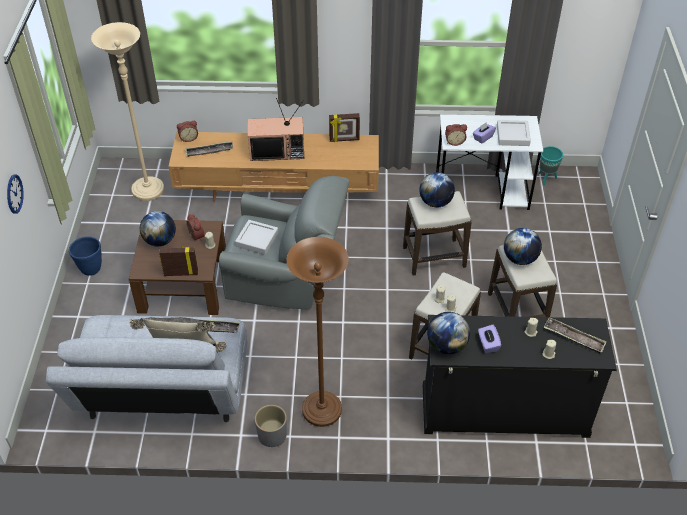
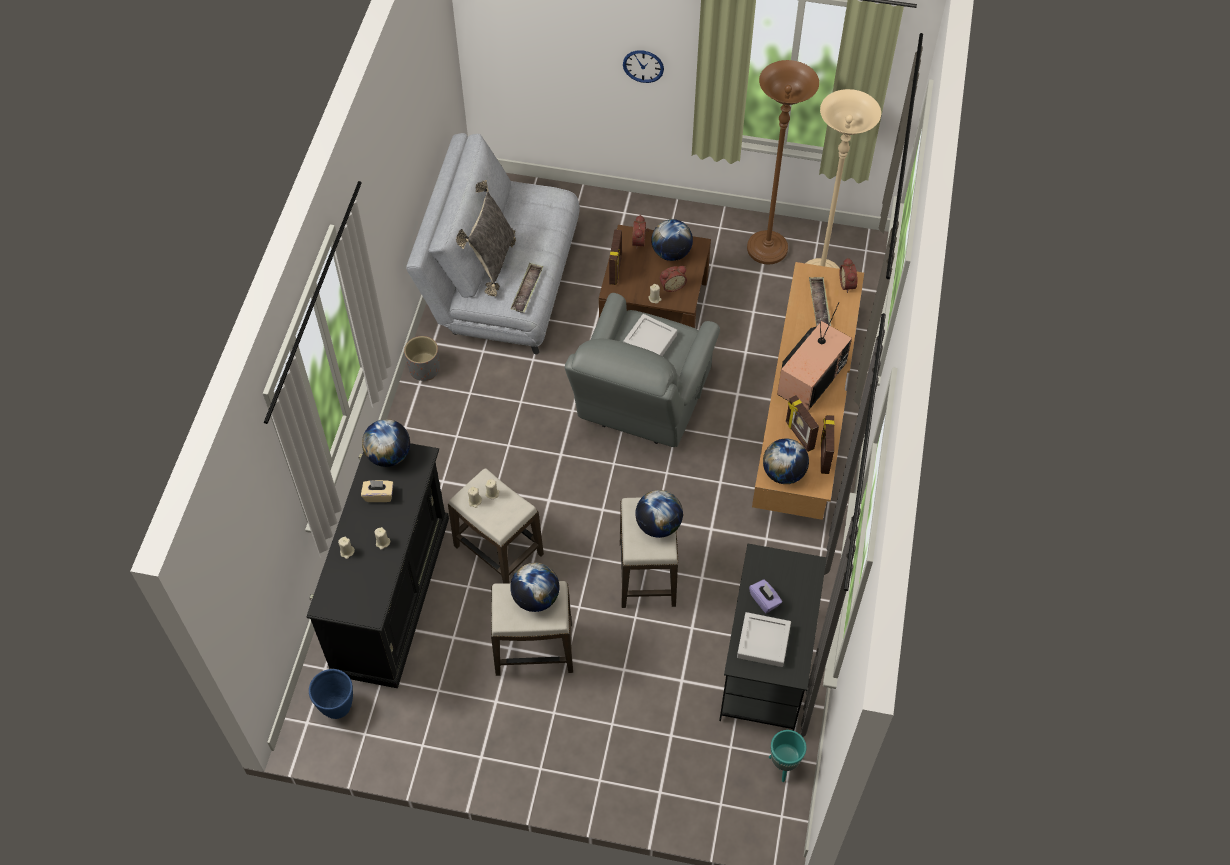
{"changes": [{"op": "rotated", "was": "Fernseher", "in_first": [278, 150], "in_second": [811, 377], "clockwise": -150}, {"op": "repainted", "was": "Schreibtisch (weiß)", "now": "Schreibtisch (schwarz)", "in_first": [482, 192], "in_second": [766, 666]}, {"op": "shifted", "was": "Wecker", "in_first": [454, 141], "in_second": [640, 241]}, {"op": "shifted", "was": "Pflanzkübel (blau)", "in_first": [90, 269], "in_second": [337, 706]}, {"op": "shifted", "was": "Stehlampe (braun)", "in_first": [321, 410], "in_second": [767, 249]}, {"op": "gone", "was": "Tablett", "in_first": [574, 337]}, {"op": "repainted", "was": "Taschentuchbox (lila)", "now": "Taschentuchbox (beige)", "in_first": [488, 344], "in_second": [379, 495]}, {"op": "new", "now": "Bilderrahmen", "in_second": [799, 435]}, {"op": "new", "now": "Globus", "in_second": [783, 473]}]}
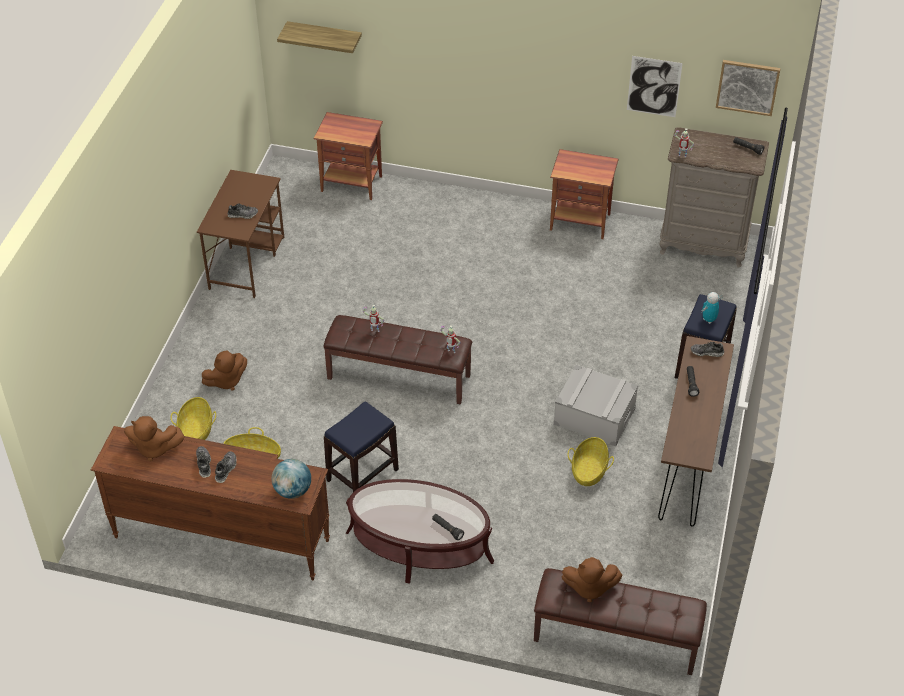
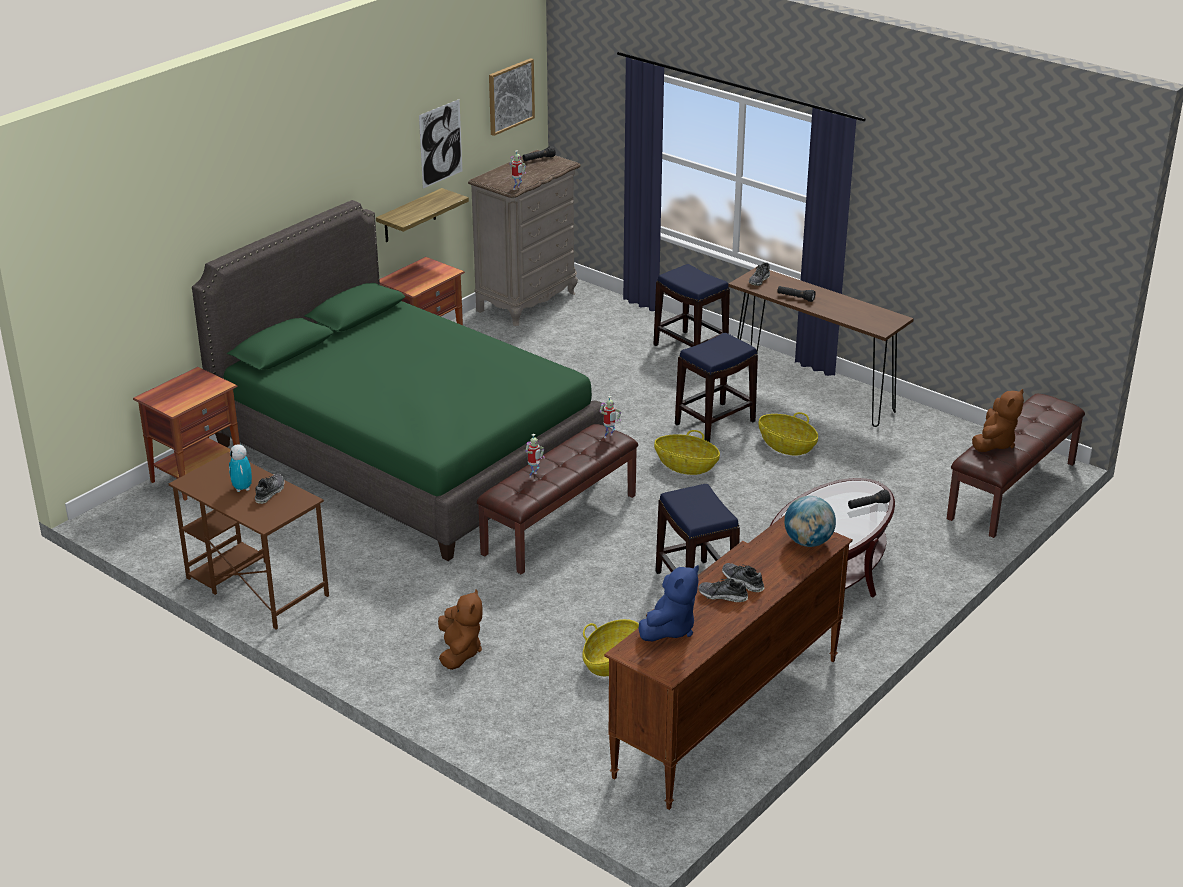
{"changes": [{"op": "shifted", "was": "Wandregal", "in_first": [324, 37], "in_second": [410, 216]}, {"op": "shifted", "was": "Spielzeugroboter", "in_first": [709, 320], "in_second": [242, 488]}, {"op": "swapped", "was": "Aufbewahrungsbox (grau)", "now": "Hocker", "in_first": [594, 416], "in_second": [715, 423]}, {"op": "shifted", "was": "Korb", "in_first": [196, 430], "in_second": [686, 466]}, {"op": "repainted", "was": "Plüschtier (braun)", "now": "Plüschtier (blau)", "in_first": [154, 448], "in_second": [670, 628]}, {"op": "new", "now": "Bett (grün)", "in_second": [407, 454]}]}
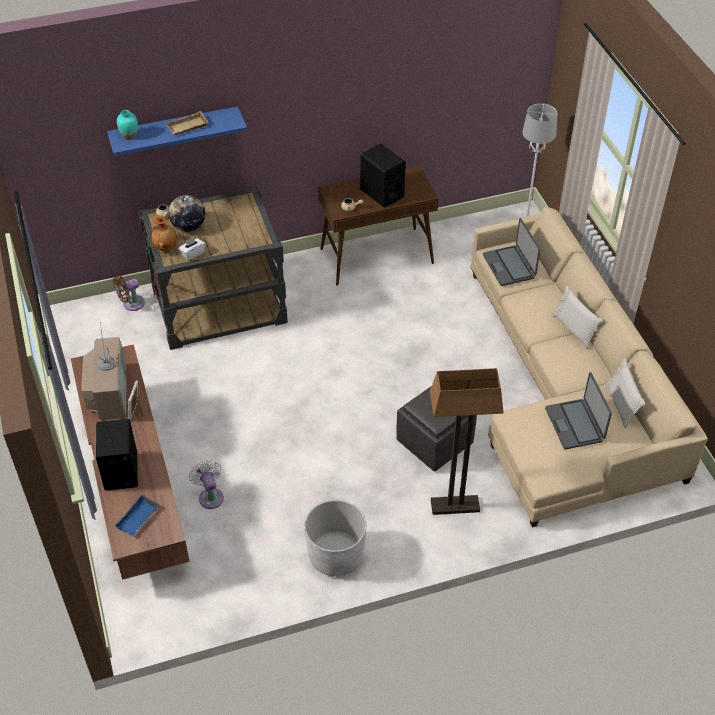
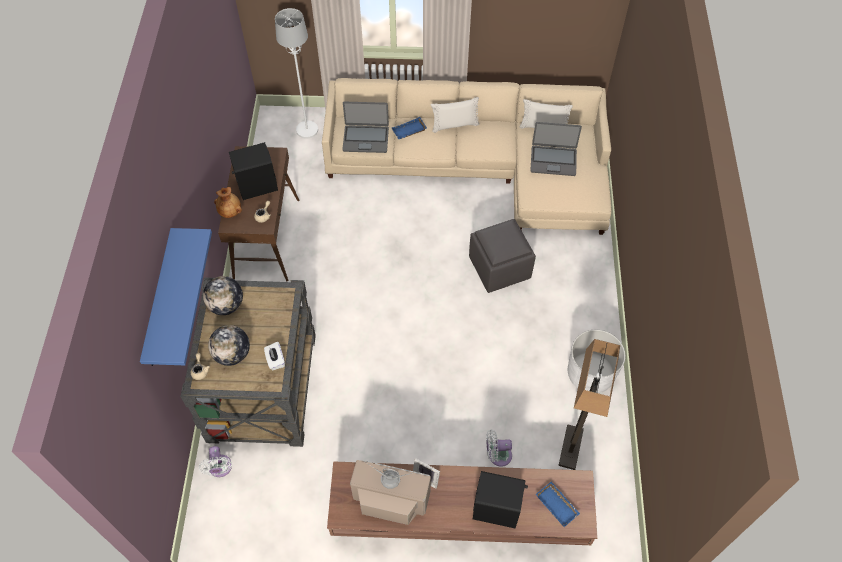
{"changes": [{"op": "gone", "was": "Vase (türkis)", "in_first": [129, 136]}, {"op": "gone", "was": "Tablett (beige)", "in_first": [187, 127]}, {"op": "shifted", "was": "Vase (braun)", "in_first": [166, 246], "in_second": [230, 211]}, {"op": "repainted", "was": "Ventilator (braun)", "now": "Ventilator (weiß)", "in_first": [131, 304], "in_second": [220, 469]}, {"op": "shifted", "was": "Stehlampe", "in_first": [455, 505], "in_second": [570, 447]}, {"op": "new", "now": "Tablett (blau)", "in_second": [409, 131]}, {"op": "new", "now": "Globus", "in_second": [226, 305]}]}
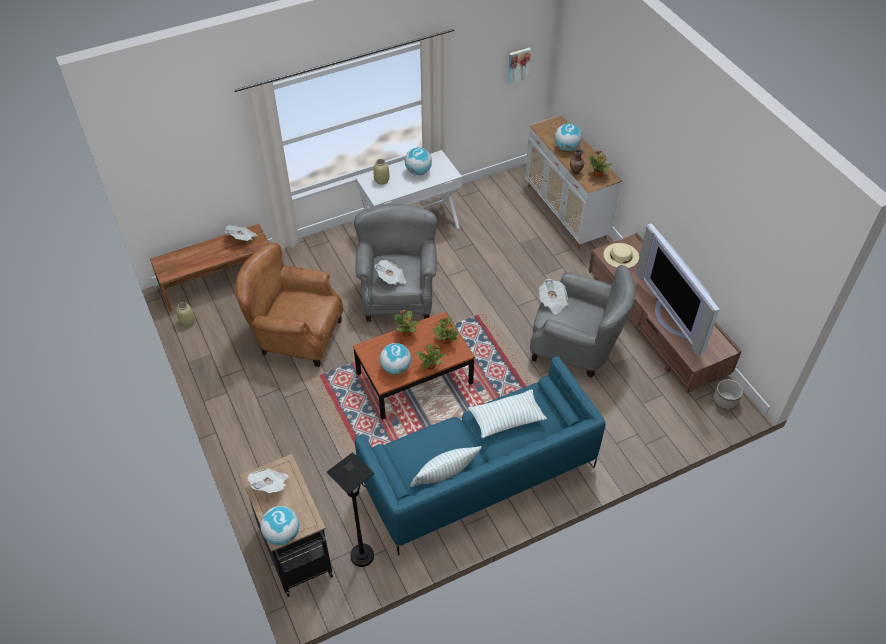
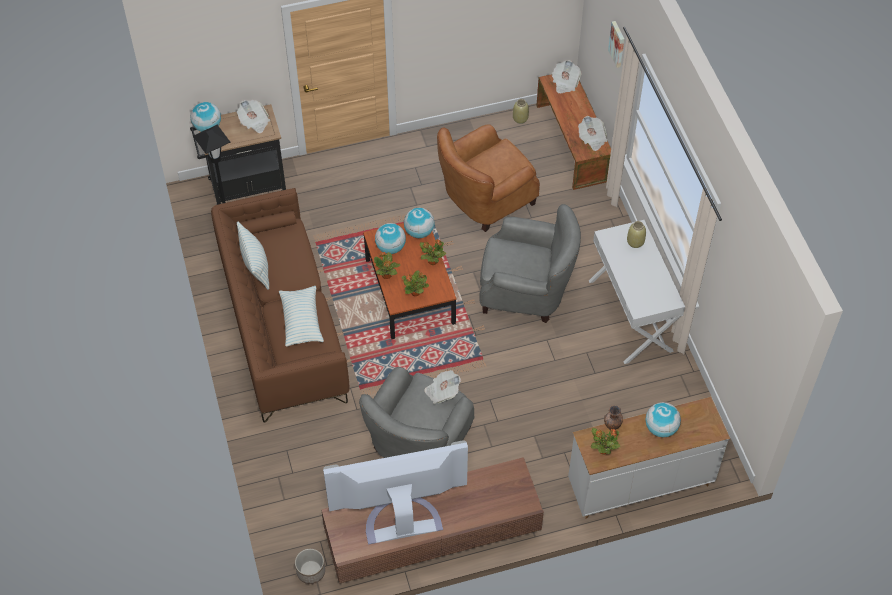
{"changes": [{"op": "shifted", "was": "Bild", "in_first": [518, 65], "in_second": [618, 44]}, {"op": "shifted", "was": "Globus", "in_first": [418, 171], "in_second": [419, 232]}, {"op": "rotated", "was": "Sessel (braun)", "in_first": [295, 335], "in_second": [485, 200], "clockwise": -150}, {"op": "gone", "was": "Hut (beige)", "in_first": [621, 255]}, {"op": "shifted", "was": "Zeitung", "in_first": [391, 279], "in_second": [565, 83]}, {"op": "repainted", "was": "Sofa (blau)", "now": "Sofa (braun)", "in_first": [478, 476], "in_second": [282, 325]}]}
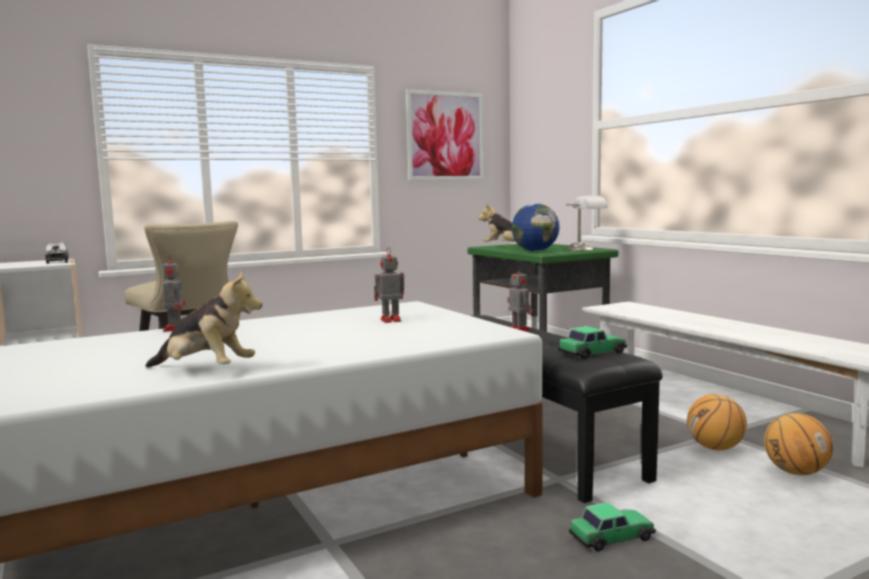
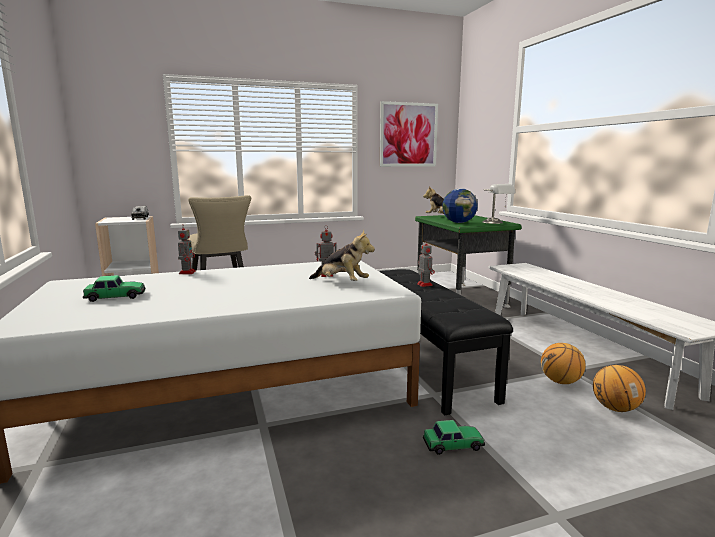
{"changes": [{"op": "shifted", "was": "Plüschtier", "in_first": [205, 370], "in_second": [341, 283]}, {"op": "shifted", "was": "Spielzeugauto", "in_first": [593, 353], "in_second": [116, 296]}]}
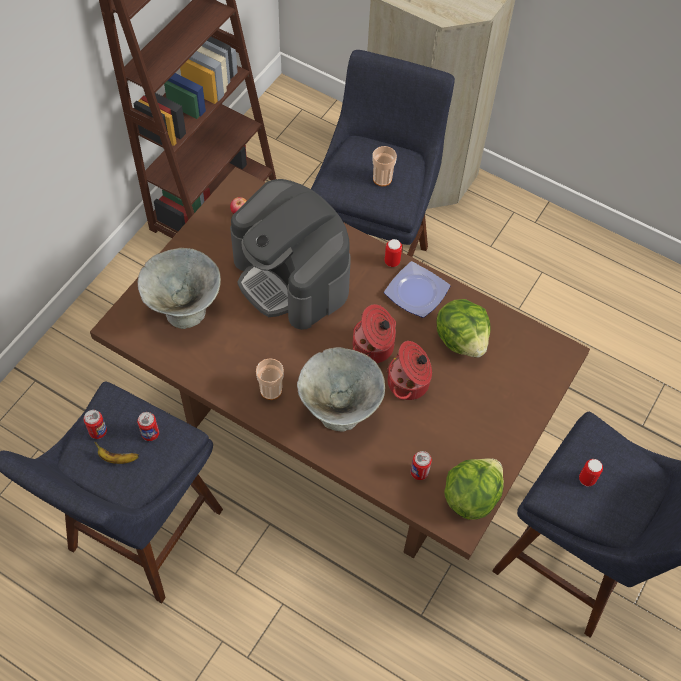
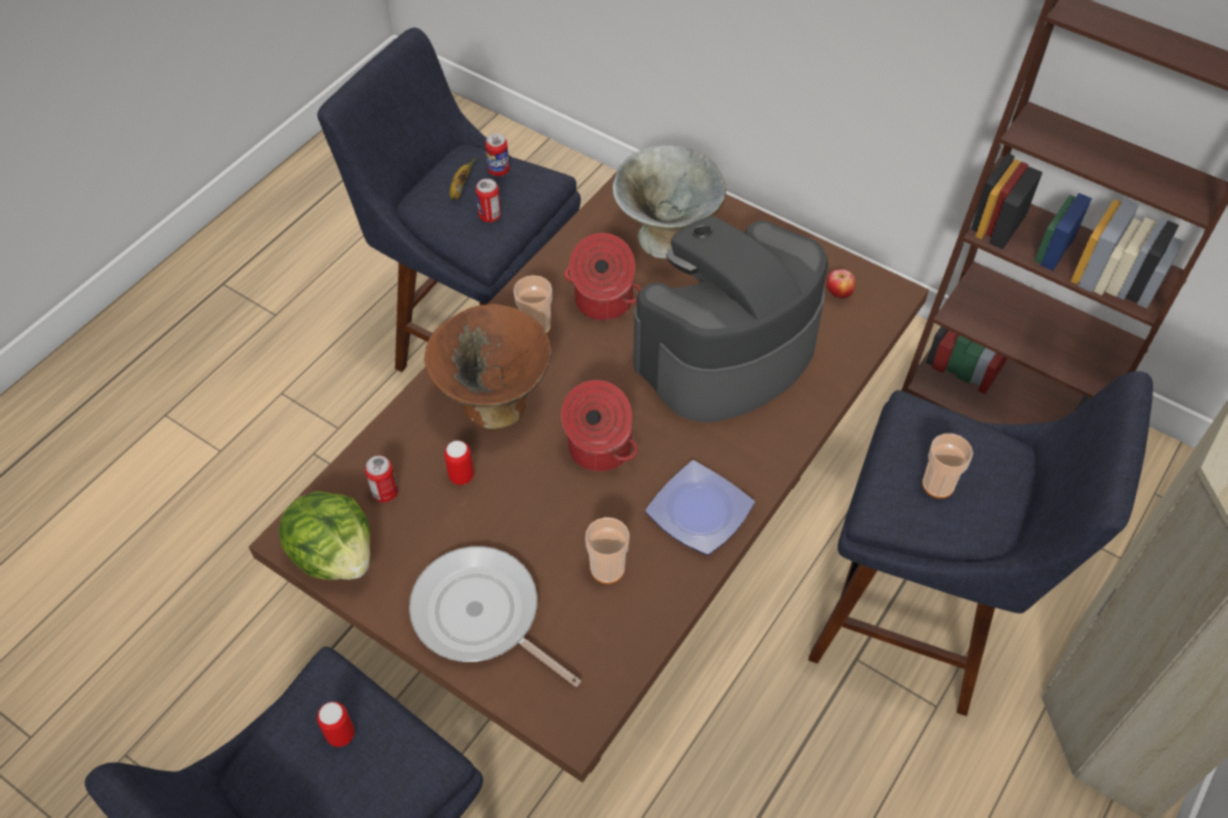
{"changes": [{"op": "shifted", "was": "Dose", "in_first": [392, 262], "in_second": [461, 476]}, {"op": "swapped", "was": "Salatkopf", "now": "Tasse", "in_first": [462, 339], "in_second": [607, 569]}, {"op": "shifted", "was": "Kochtopf", "in_first": [409, 383], "in_second": [603, 302]}, {"op": "repainted", "was": "Schüssel (grau)", "now": "Schüssel (braun)", "in_first": [340, 411], "in_second": [494, 403]}, {"op": "new", "now": "Pfanne", "in_second": [481, 616]}]}
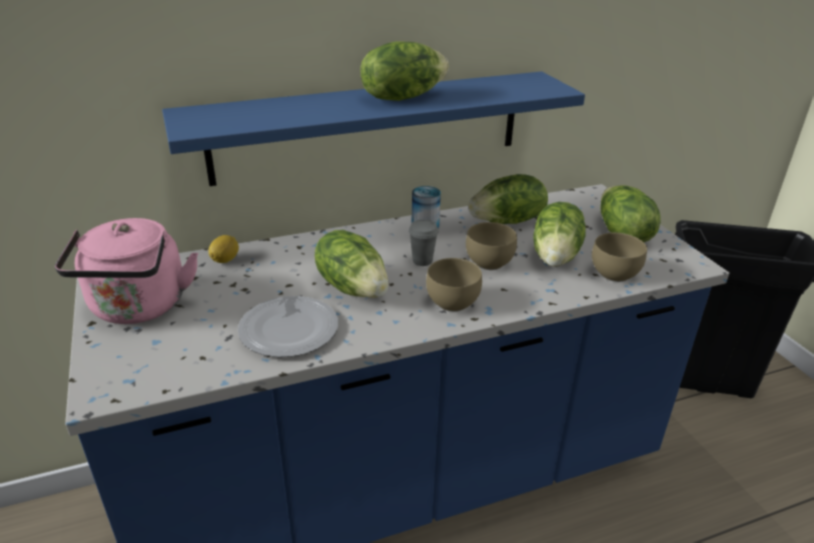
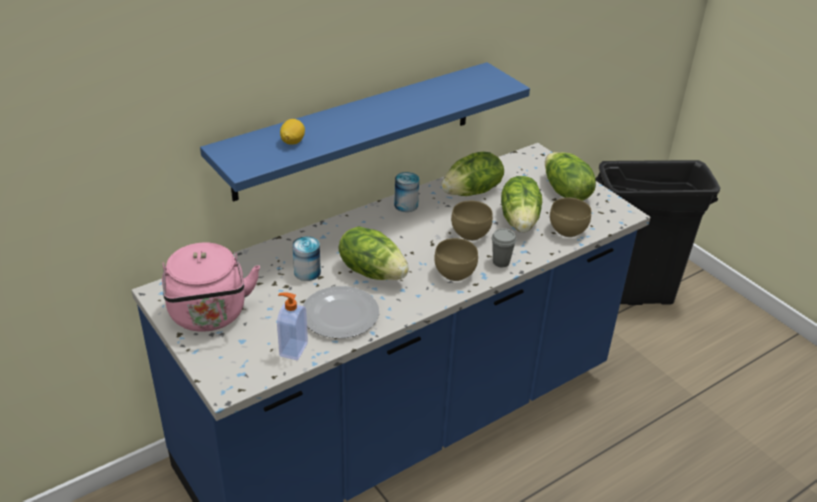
{"changes": [{"op": "gone", "was": "Salatkopf", "in_first": [402, 97]}, {"op": "shifted", "was": "Tasse (grau)", "in_first": [422, 261], "in_second": [501, 262]}, {"op": "shifted", "was": "Zitrone", "in_first": [225, 259], "in_second": [293, 141]}, {"op": "new", "now": "Dose", "in_second": [307, 272]}, {"op": "new", "now": "Seifenspender", "in_second": [292, 349]}]}
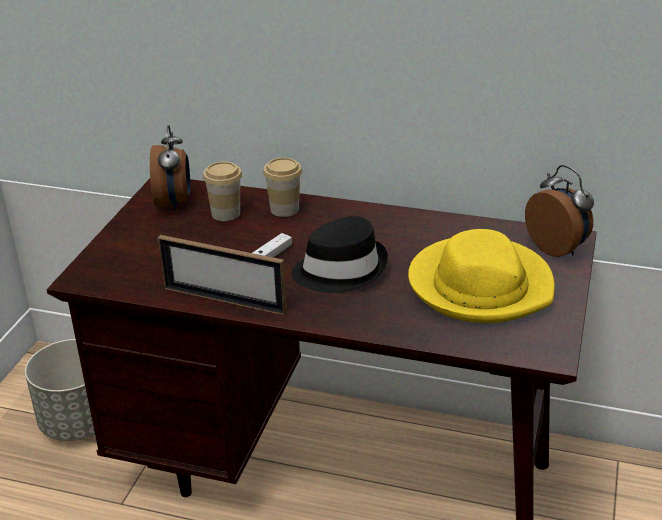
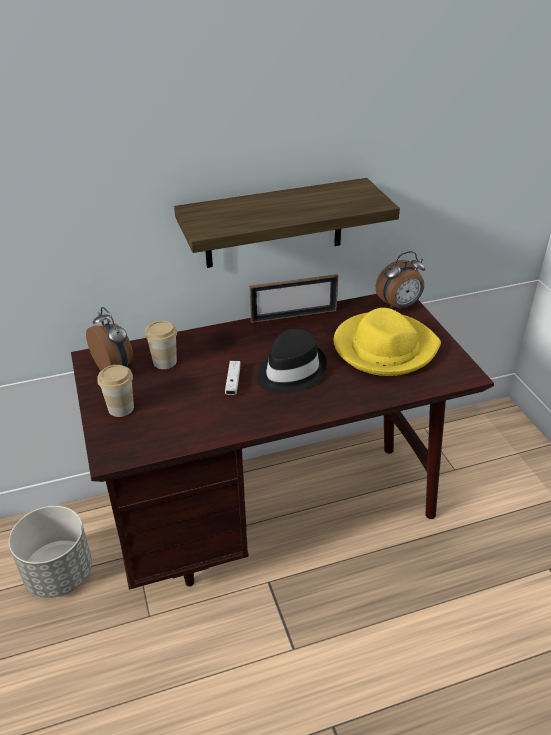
{"changes": [{"op": "shifted", "was": "Tasse", "in_first": [284, 209], "in_second": [121, 408]}, {"op": "rotated", "was": "Wecker", "in_first": [558, 248], "in_second": [399, 306], "clockwise": 135}, {"op": "shifted", "was": "Bilderrahmen", "in_first": [224, 300], "in_second": [294, 315]}, {"op": "new", "now": "Wandregal", "in_second": [274, 224]}]}
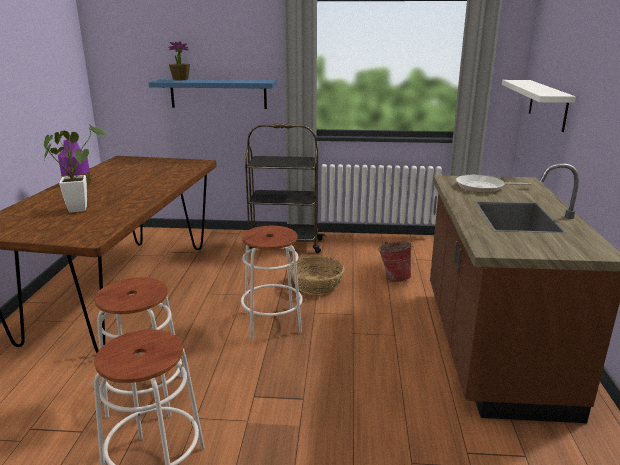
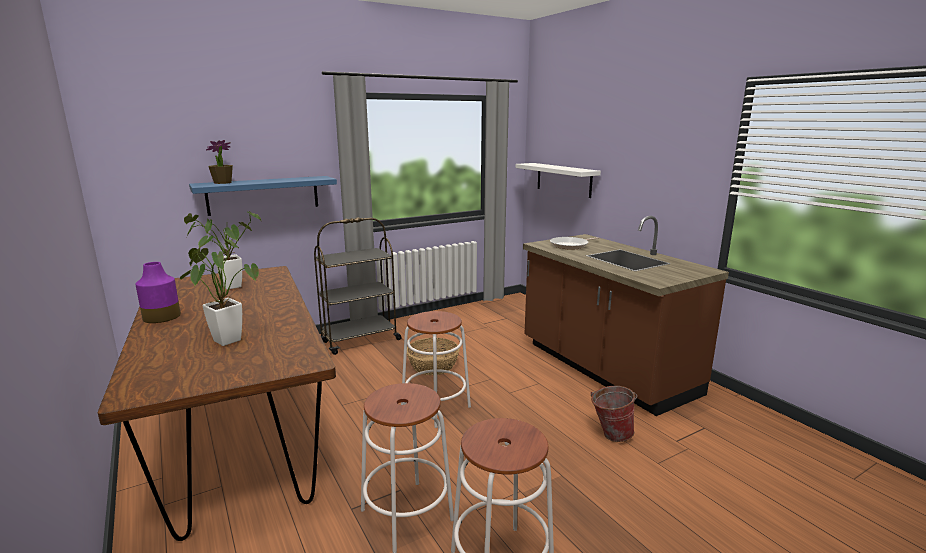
{"changes": [{"op": "shifted", "was": "Eimer", "in_first": [394, 277], "in_second": [610, 434]}, {"op": "new", "now": "Topfpflanze", "in_second": [227, 287]}]}
